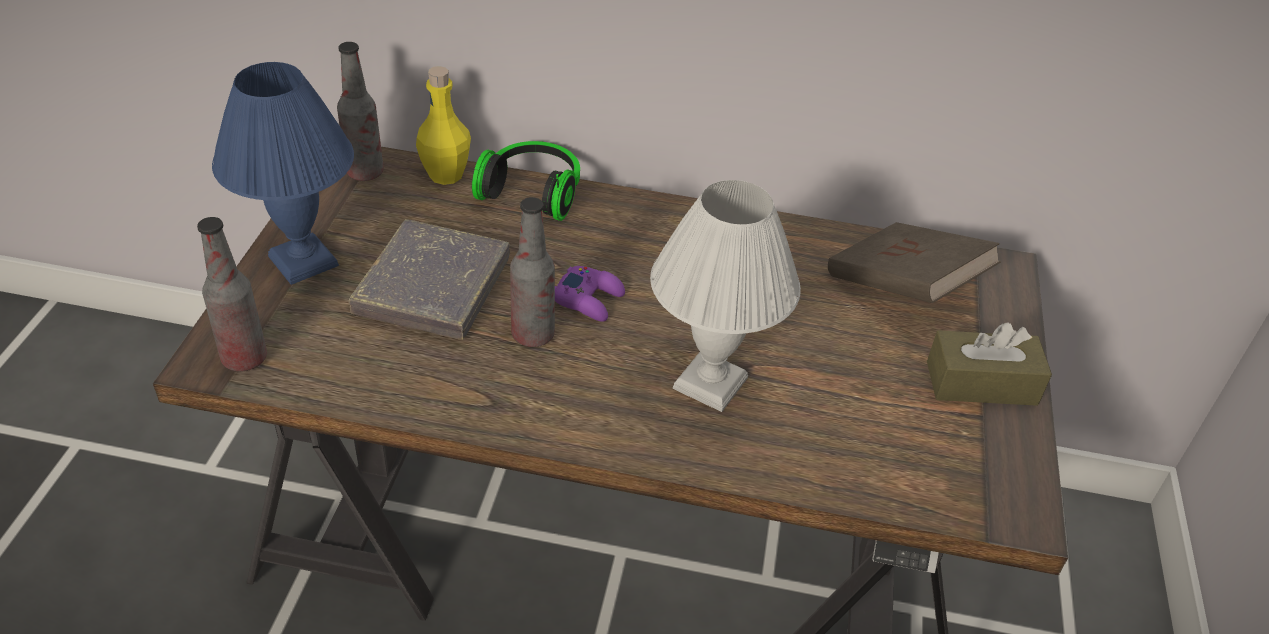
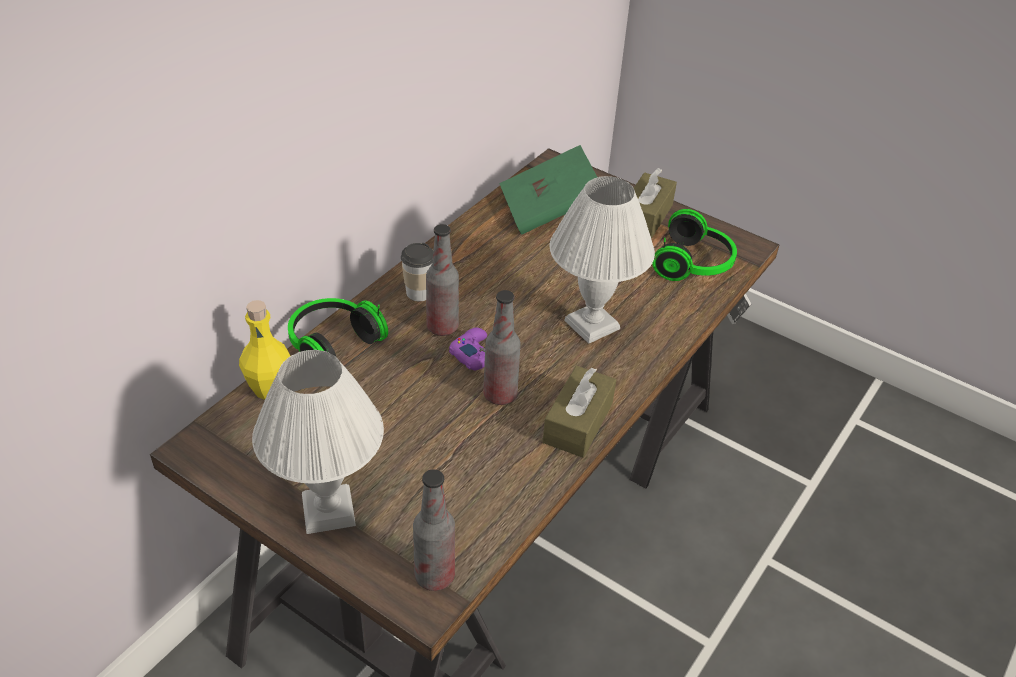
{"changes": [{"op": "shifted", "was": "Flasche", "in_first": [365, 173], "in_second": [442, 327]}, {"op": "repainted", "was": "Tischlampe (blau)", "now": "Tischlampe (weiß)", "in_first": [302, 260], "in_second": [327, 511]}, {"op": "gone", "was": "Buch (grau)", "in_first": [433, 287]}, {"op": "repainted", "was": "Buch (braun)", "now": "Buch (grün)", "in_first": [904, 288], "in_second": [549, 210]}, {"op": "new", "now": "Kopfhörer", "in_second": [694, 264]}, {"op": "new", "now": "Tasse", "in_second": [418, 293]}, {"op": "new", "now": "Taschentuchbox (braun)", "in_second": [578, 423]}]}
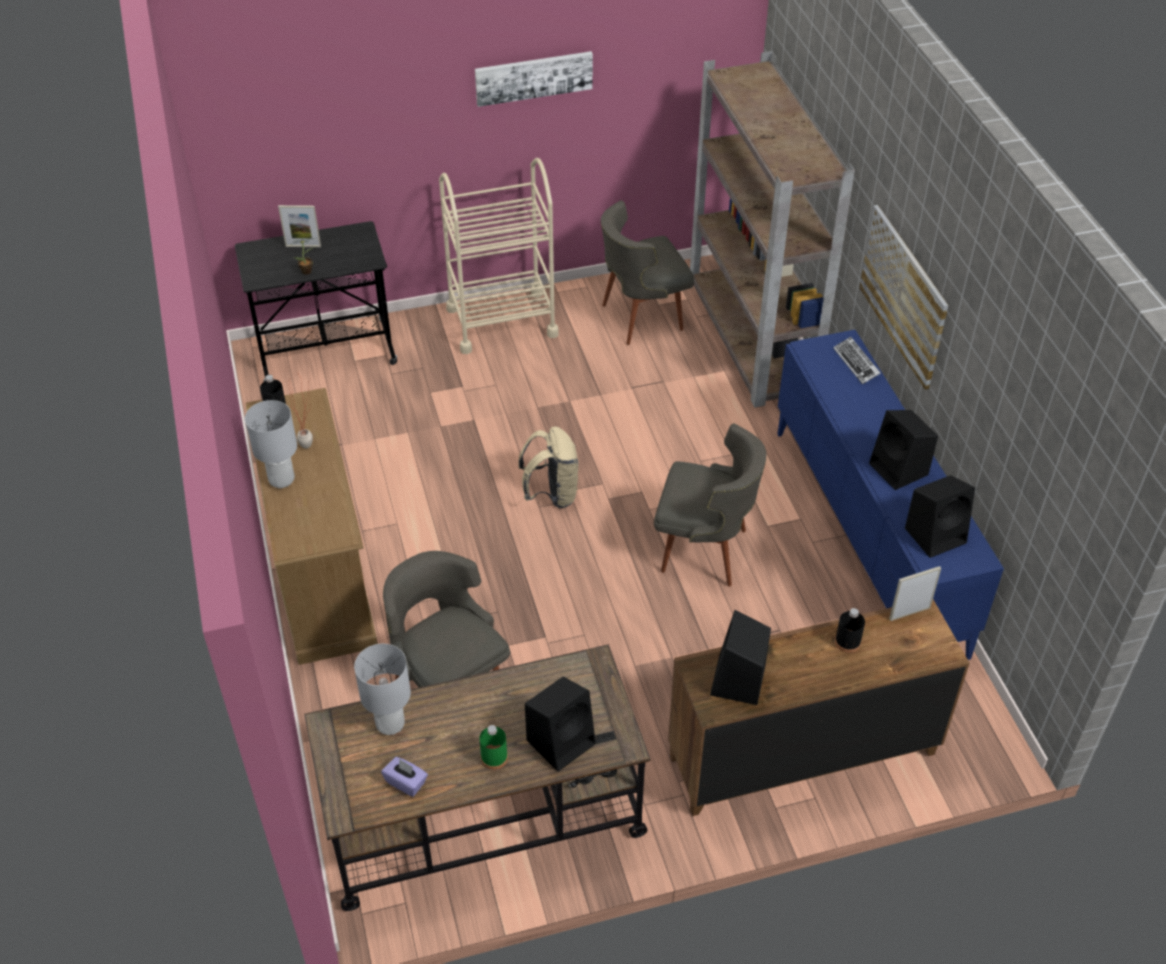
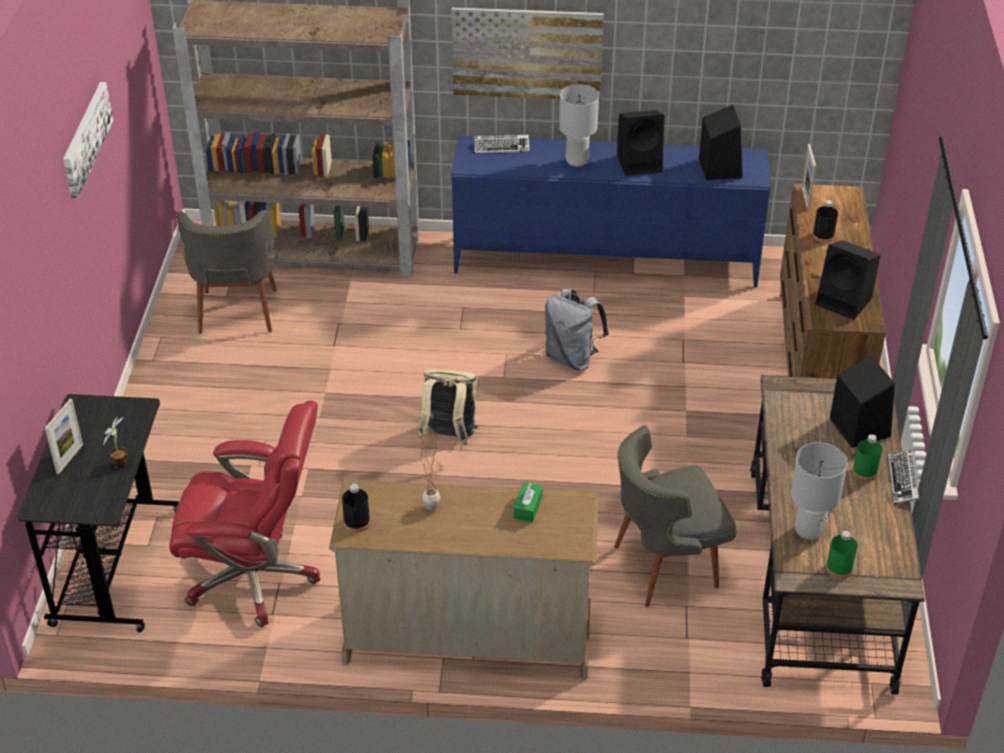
{"changes": [{"op": "gone", "was": "Rollwagen (beige)", "in_first": [501, 321]}, {"op": "shifted", "was": "Tischlampe (grau)", "in_first": [281, 481], "in_second": [576, 162]}, {"op": "swapped", "was": "Stuhl (grau)", "now": "Rucksack (grau)", "in_first": [703, 551], "in_second": [572, 358]}, {"op": "gone", "was": "Taschentuchbox (lila)", "in_first": [406, 782]}, {"op": "new", "now": "Bürostuhl (rot)", "in_second": [256, 581]}, {"op": "new", "now": "Tastatur", "in_second": [903, 480]}, {"op": "new", "now": "Taschentuchbox (grün)", "in_second": [528, 507]}, {"op": "new", "now": "Flasche (grün)", "in_second": [839, 568]}]}
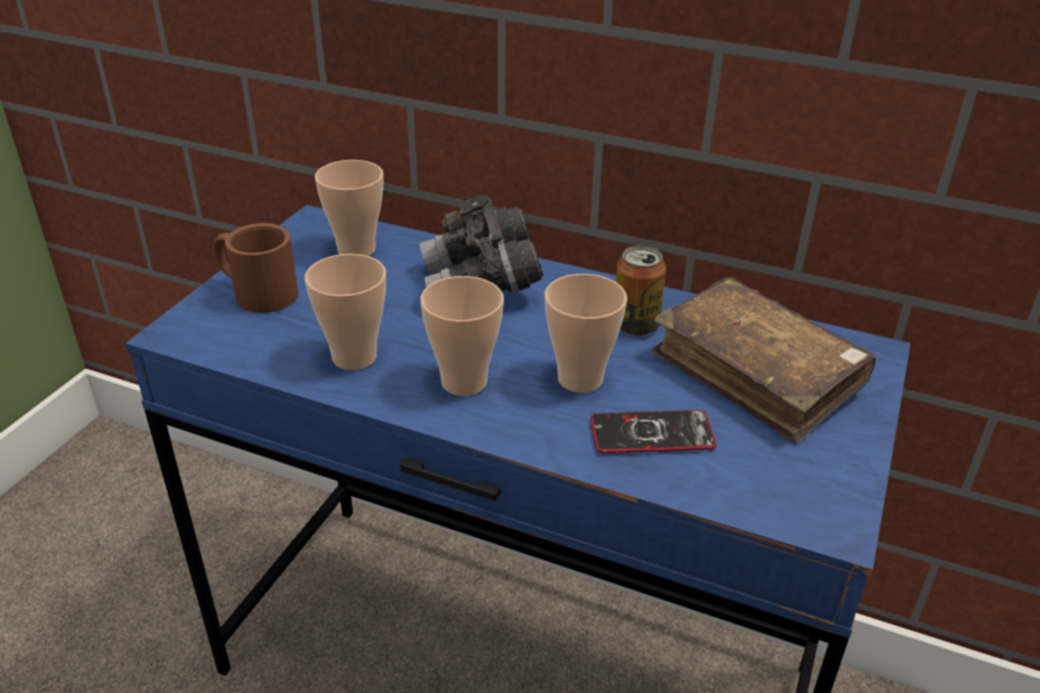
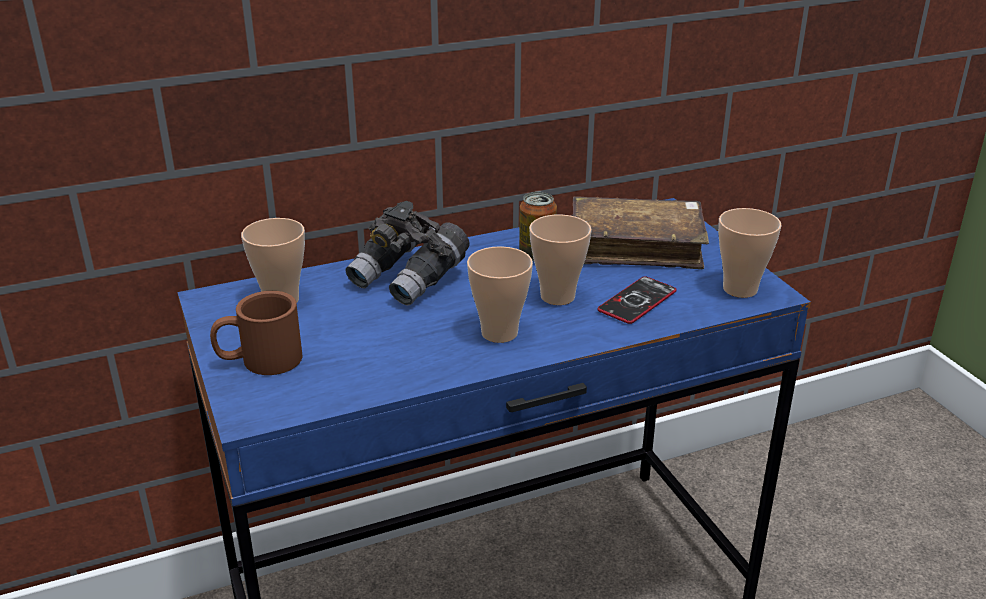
{"changes": [{"op": "shifted", "was": "Tasse", "in_first": [354, 357], "in_second": [740, 289]}]}
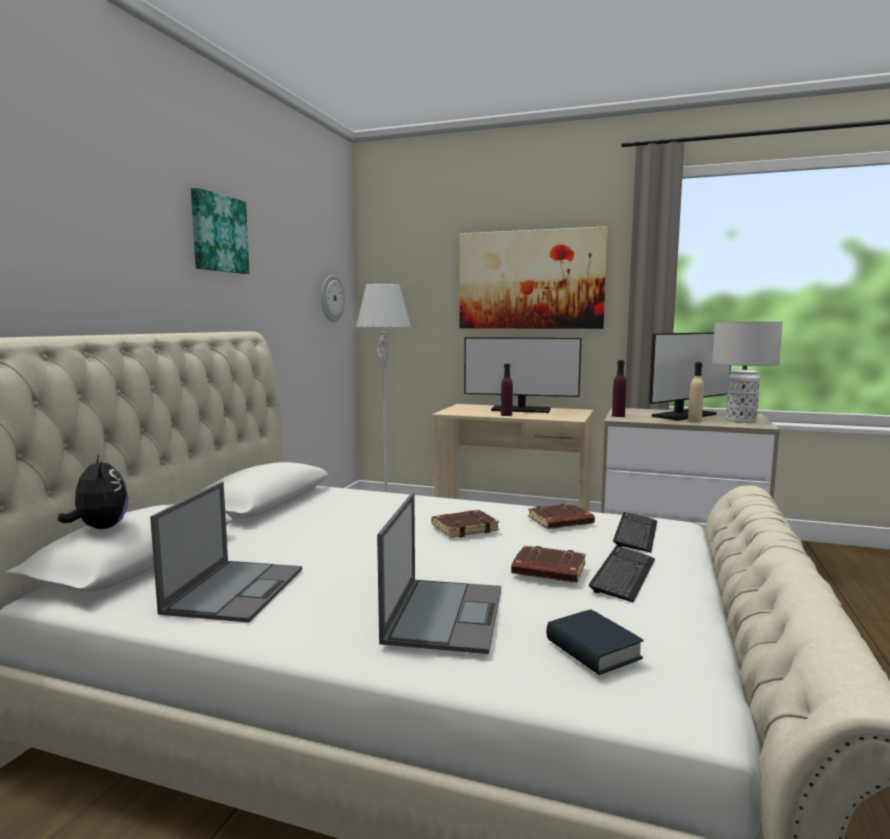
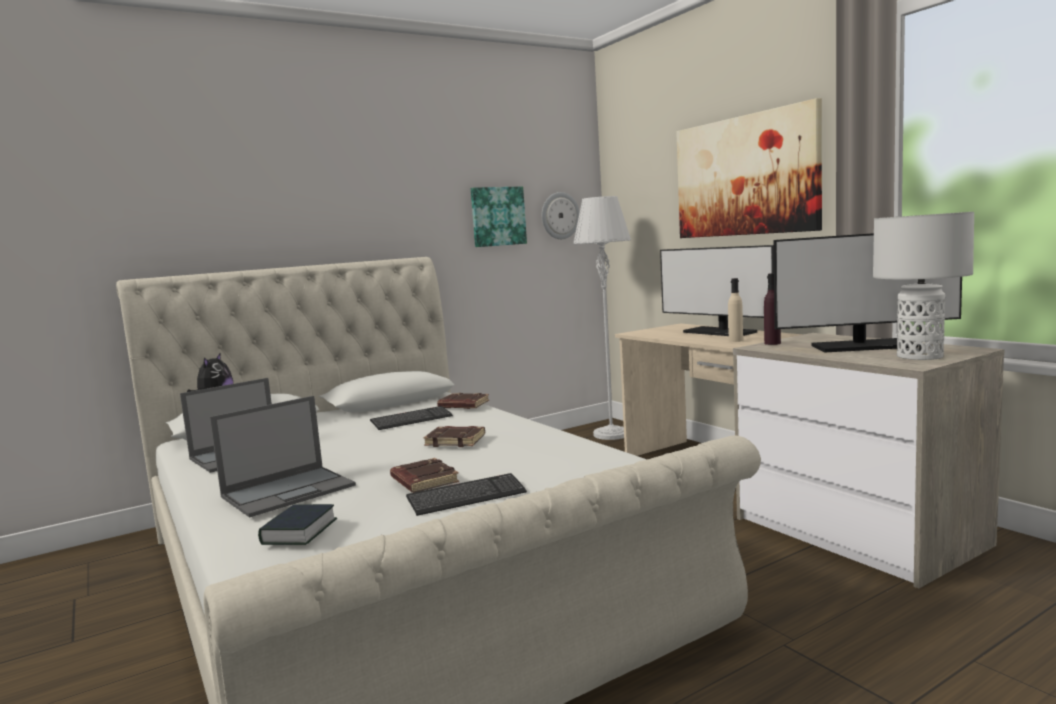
{"changes": [{"op": "shifted", "was": "Bild", "in_first": [218, 233], "in_second": [497, 216]}, {"op": "shifted", "was": "Flasche (beige)", "in_first": [694, 421], "in_second": [735, 340]}, {"op": "gone", "was": "Flasche (lila)", "in_first": [506, 415]}, {"op": "shifted", "was": "Buch (braun)", "in_first": [560, 522], "in_second": [463, 405]}, {"op": "shifted", "was": "Tastatur", "in_first": [636, 533], "in_second": [411, 420]}]}
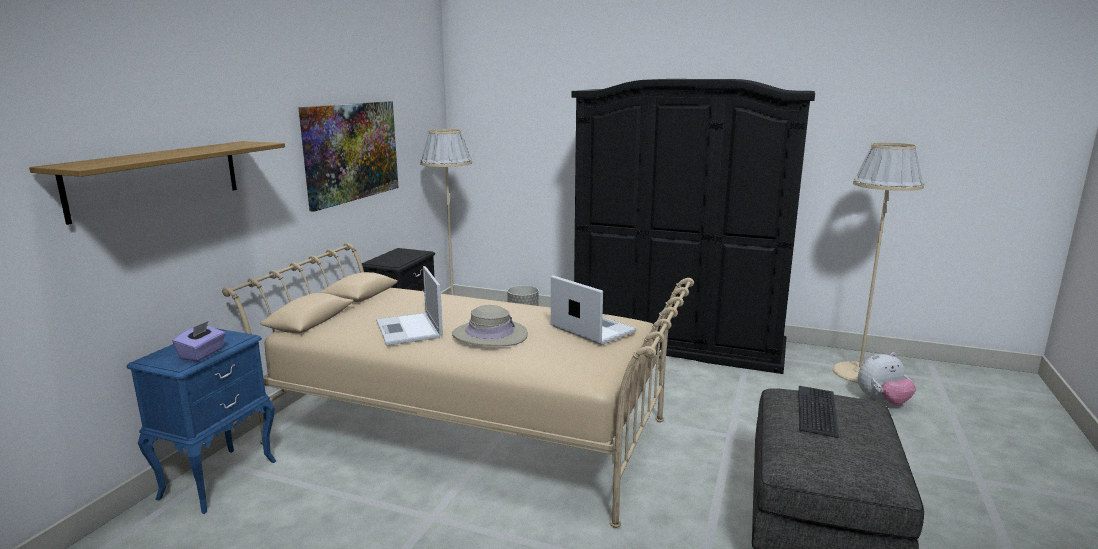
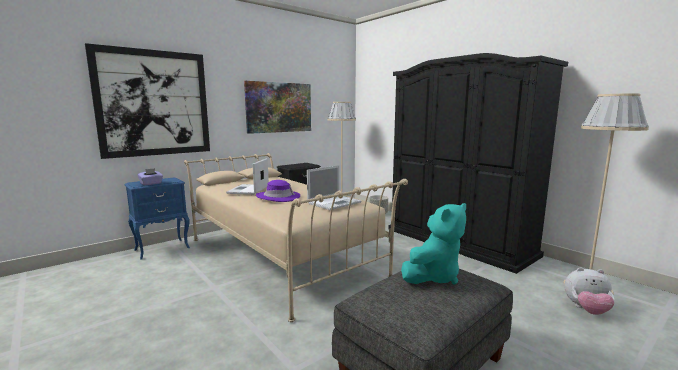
{"changes": [{"op": "swapped", "was": "Wandregal", "now": "Bild", "in_first": [157, 178], "in_second": [154, 103]}, {"op": "rotated", "was": "Laptop", "in_first": [591, 329], "in_second": [335, 202], "clockwise": 60}, {"op": "repainted", "was": "Hut (beige)", "now": "Hut (lila)", "in_first": [489, 335], "in_second": [278, 197]}, {"op": "swapped", "was": "Tastatur", "now": "Plüschtier (türkis)", "in_first": [818, 411], "in_second": [433, 276]}]}
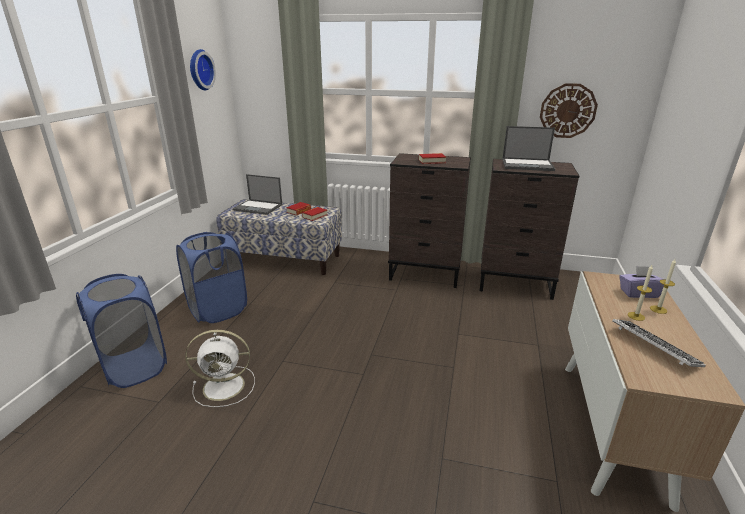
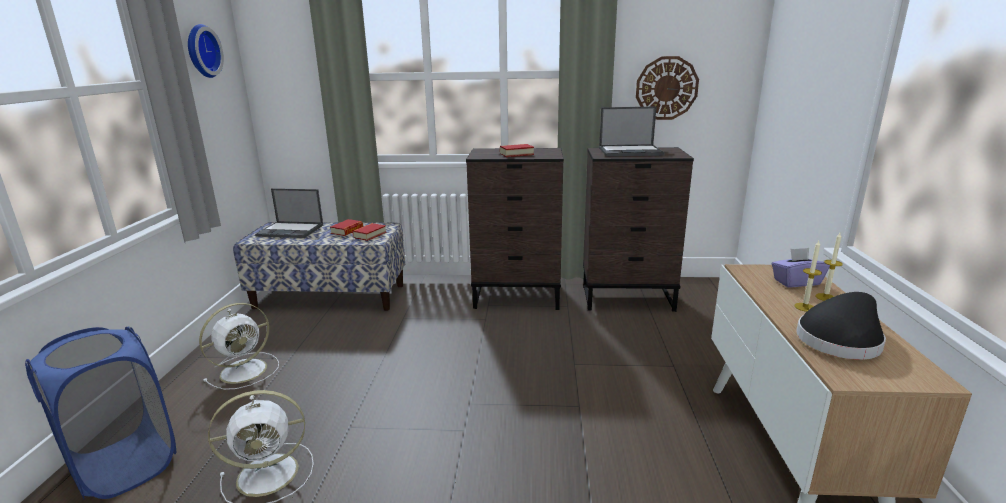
{"changes": [{"op": "swapped", "was": "Wäschekorb (blau)", "now": "Ventilator (weiß)", "in_first": [218, 310], "in_second": [245, 370]}, {"op": "swapped", "was": "Tastatur", "now": "Hut (schwarz)", "in_first": [654, 347], "in_second": [840, 339]}]}
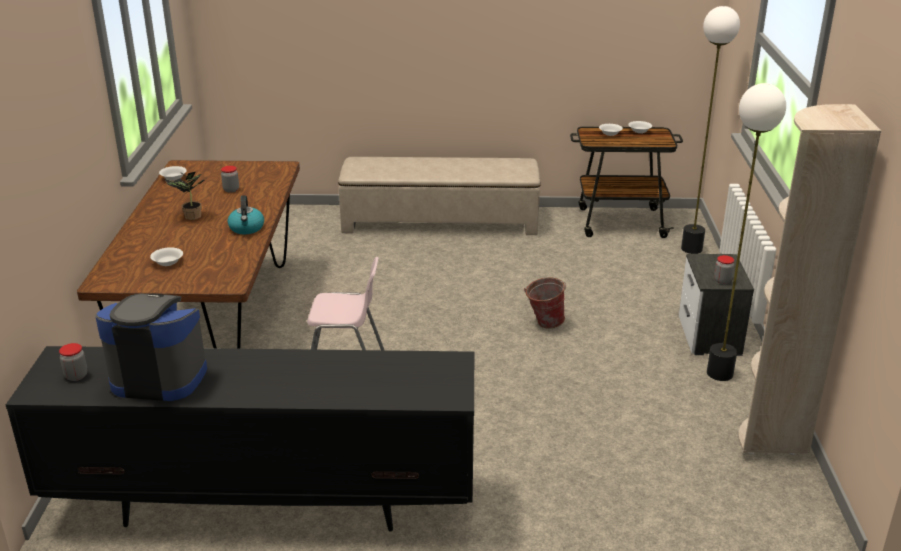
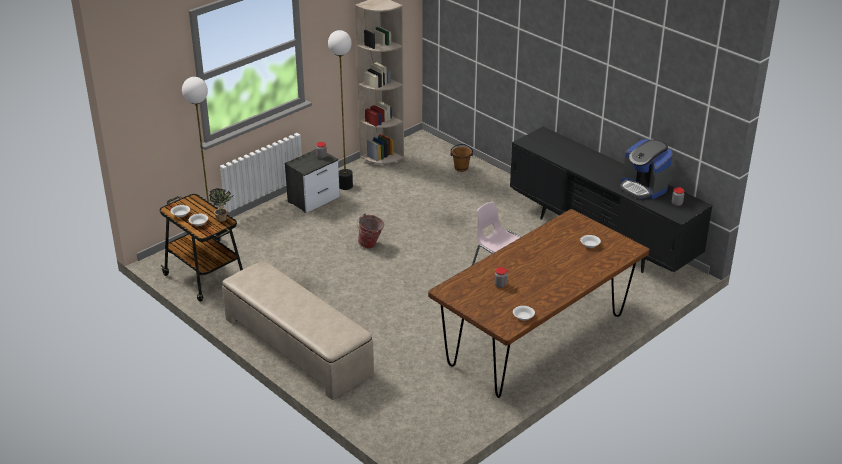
{"changes": [{"op": "shifted", "was": "Topfpflanze", "in_first": [190, 217], "in_second": [223, 218]}, {"op": "gone", "was": "Wasserkessel", "in_first": [247, 228]}, {"op": "new", "now": "Eimer (braun)", "in_second": [461, 168]}]}
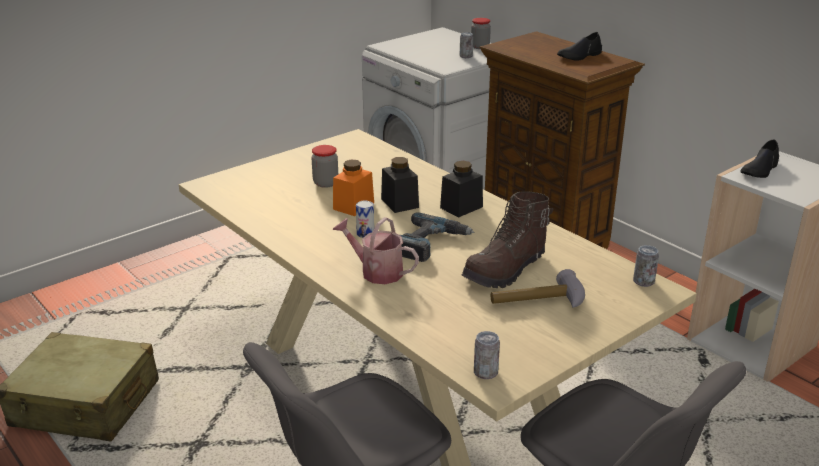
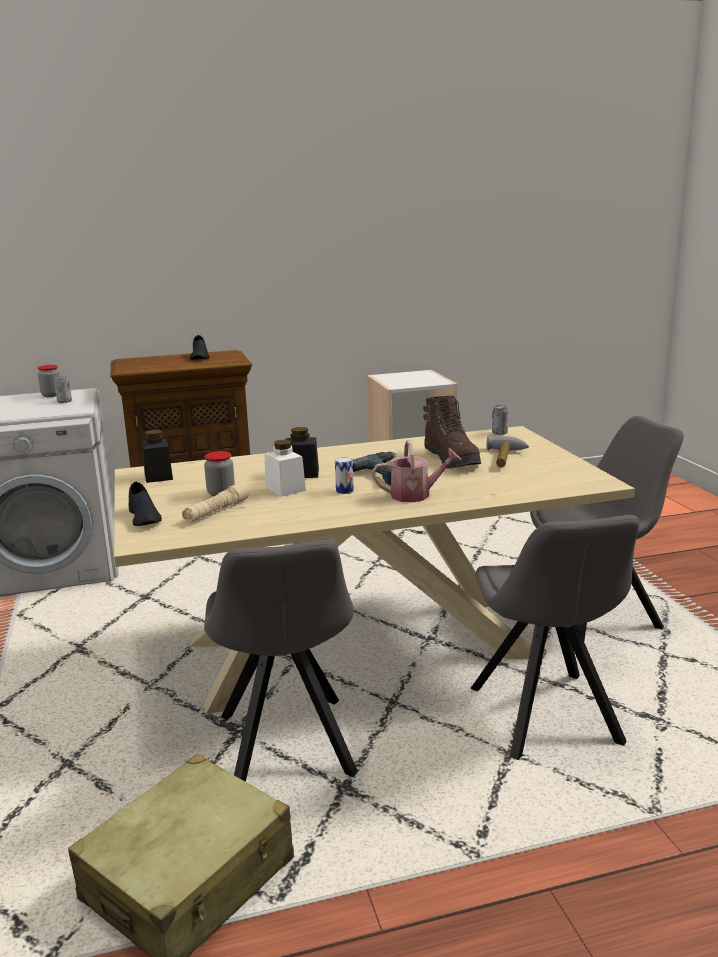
{"changes": [{"op": "shifted", "was": "Schuh (schwarz)", "in_first": [759, 170], "in_second": [144, 517]}, {"op": "repainted", "was": "Vorratsglas (orange)", "now": "Vorratsglas (weiß)", "in_first": [353, 206], "in_second": [285, 489]}, {"op": "shifted", "was": "Vorratsglas (schwarz)", "in_first": [461, 207], "in_second": [158, 476]}, {"op": "rotated", "was": "Gießkanne", "in_first": [376, 271], "in_second": [416, 495], "clockwise": -150}, {"op": "gone", "was": "Dose", "in_first": [485, 372]}, {"op": "new", "now": "Taschenlampe (beige)", "in_second": [217, 511]}, {"op": "new", "now": "Stuhl (grau)", "in_second": [287, 745]}]}
